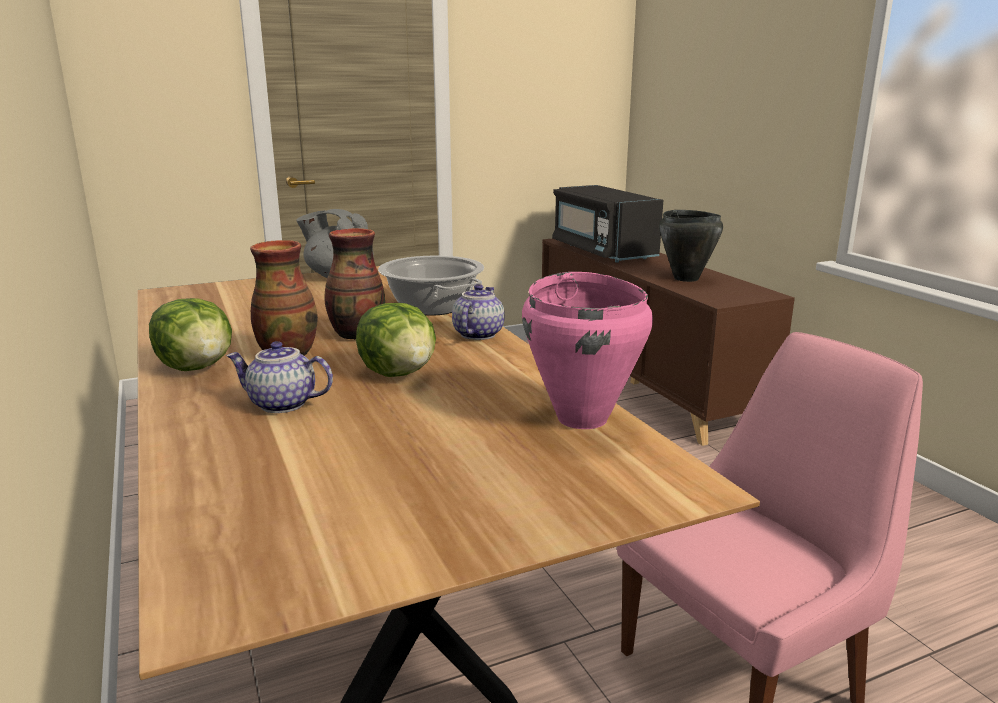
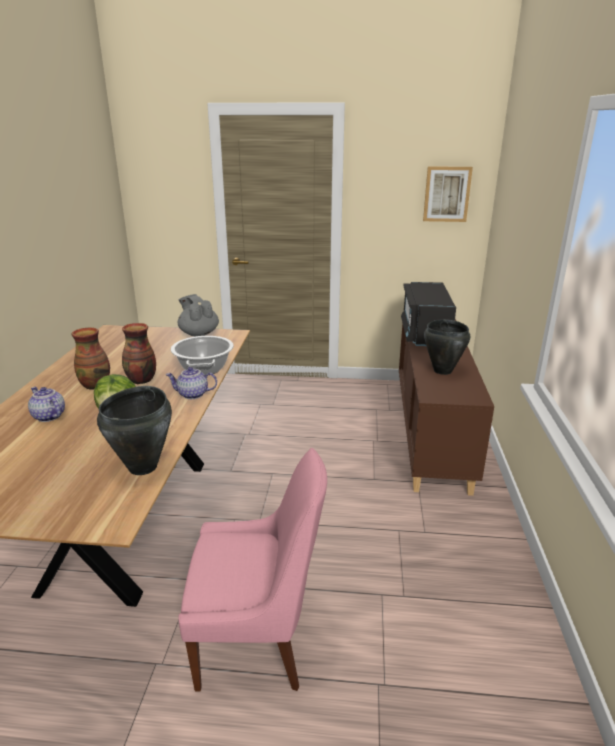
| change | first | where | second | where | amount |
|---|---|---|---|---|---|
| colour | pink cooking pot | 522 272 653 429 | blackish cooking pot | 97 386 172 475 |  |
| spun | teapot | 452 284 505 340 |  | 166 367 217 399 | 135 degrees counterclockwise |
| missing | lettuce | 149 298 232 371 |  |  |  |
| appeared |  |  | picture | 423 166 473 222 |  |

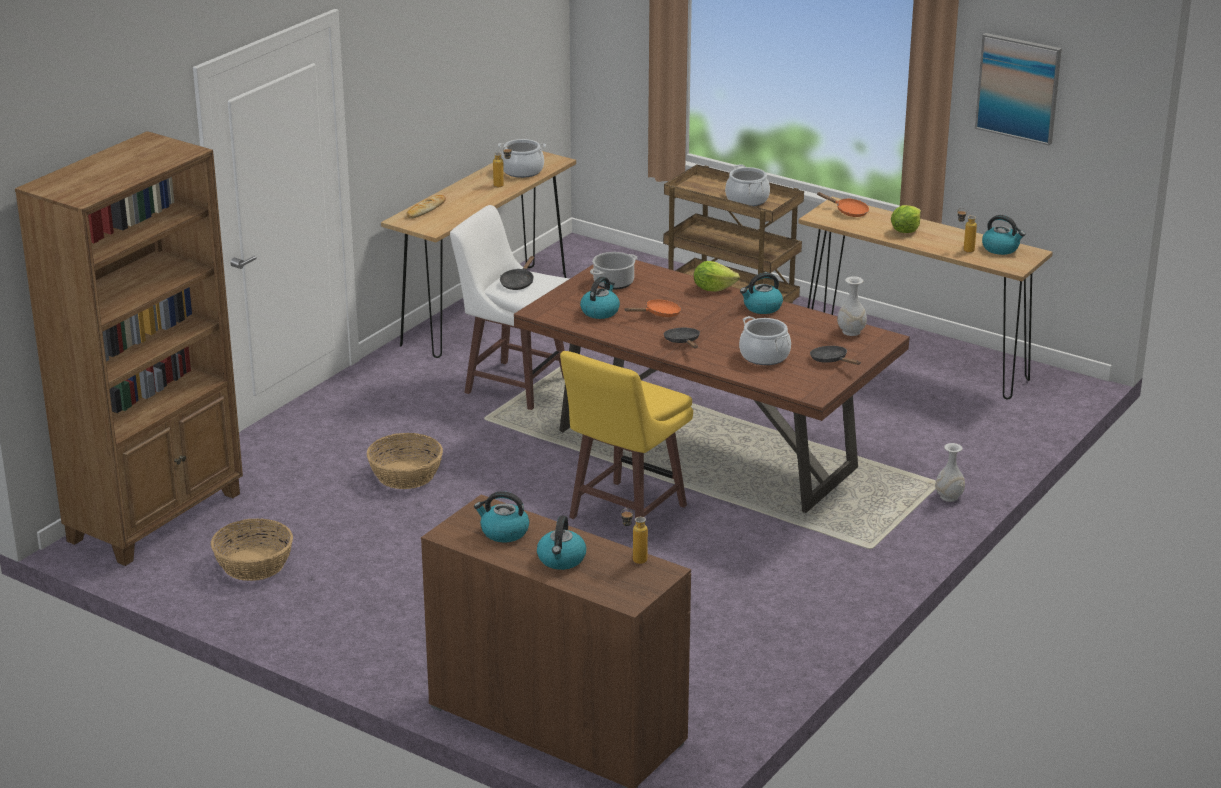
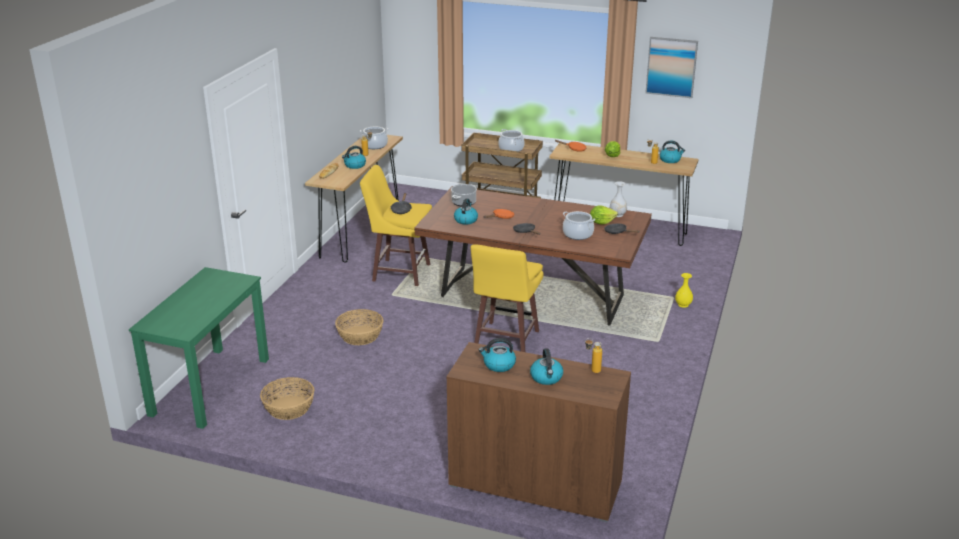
| change | first | where | second | where | amount |
|---|---|---|---|---|---|
| exchanged | brown-coloured bookcase | 15 131 243 566 | greenish desk unit | 129 267 269 429 |  |
| colour | white-coloured sitting stool | 450 205 569 410 | yellowish sitting stool | 360 165 432 286 |  |
| relocated | lettuce | 694 261 740 292 |  | 590 206 618 224 |  |
| relocated | tea kettle | 740 273 783 314 |  | 342 146 366 169 |  |
| colour | white-coloured decorative vase | 935 443 965 502 | yellowish decorative vase | 675 273 693 308 |  |

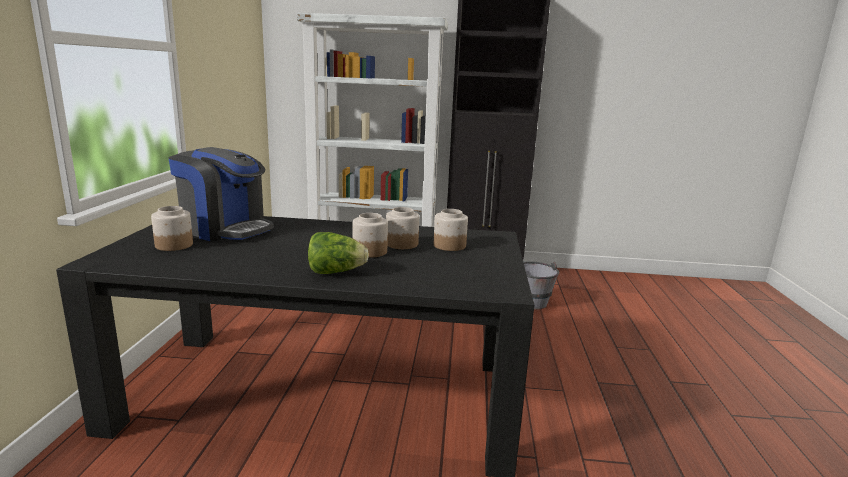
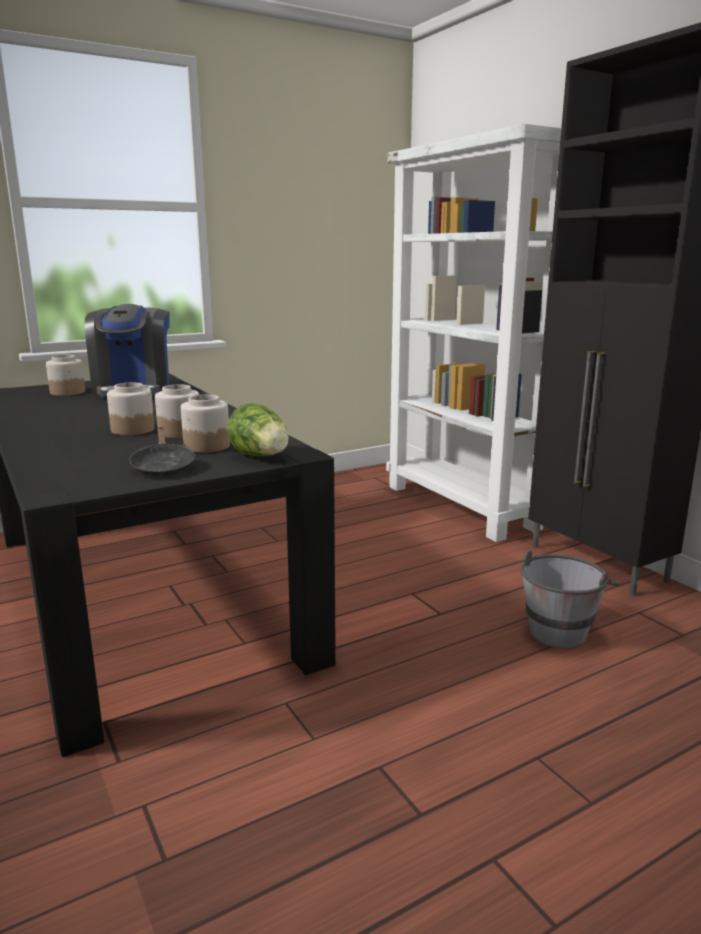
| change | first | where | second | where | amount |
|---|---|---|---|---|---|
| relocated | lettuce | 308 232 369 274 |  | 227 403 289 456 |  |
| appeared |  |  | blackish pan | 128 427 196 477 |  |

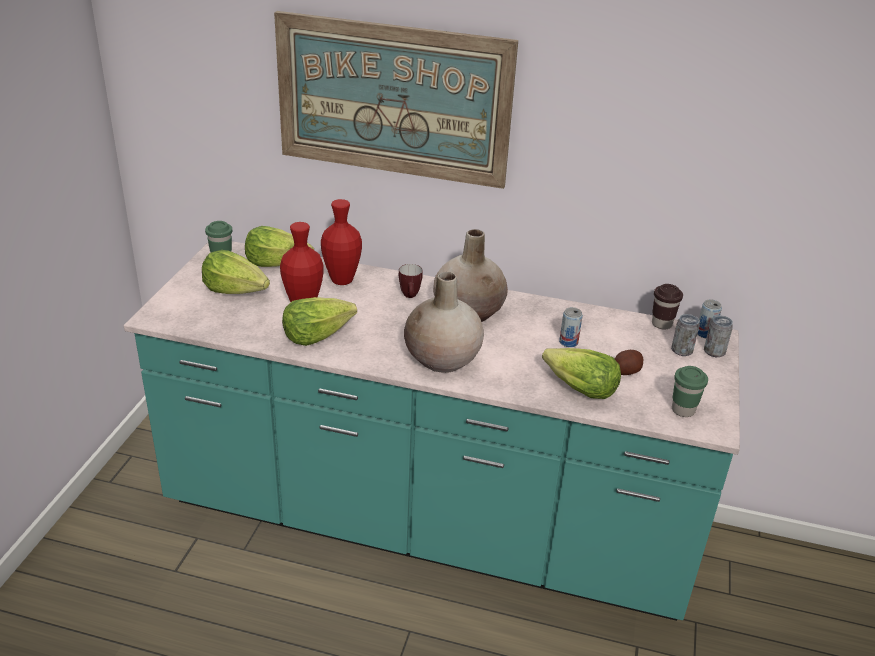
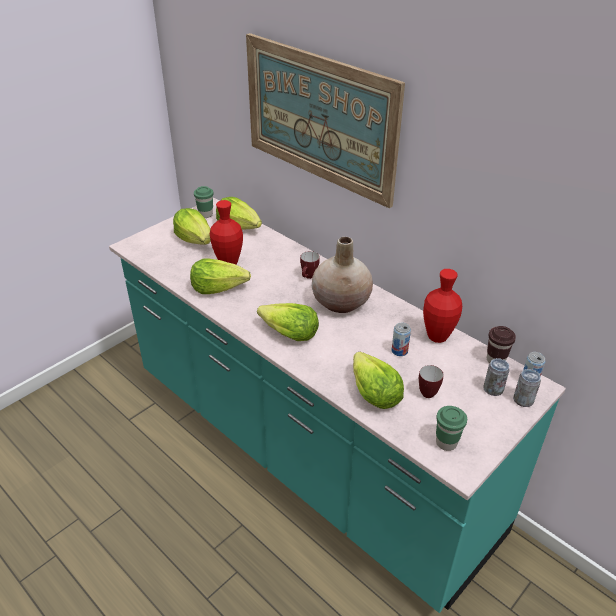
| change | first | where | second | where | amount |
|---|---|---|---|---|---|
| relocated | reddish decorative vase | 321 199 362 285 |  | 423 269 462 343 |  |
| exchanged | beige decorative vase | 404 272 484 373 | lettuce | 257 303 319 341 |  |
| exchanged | potato | 614 350 643 375 | coffee mug | 419 365 444 398 |  |

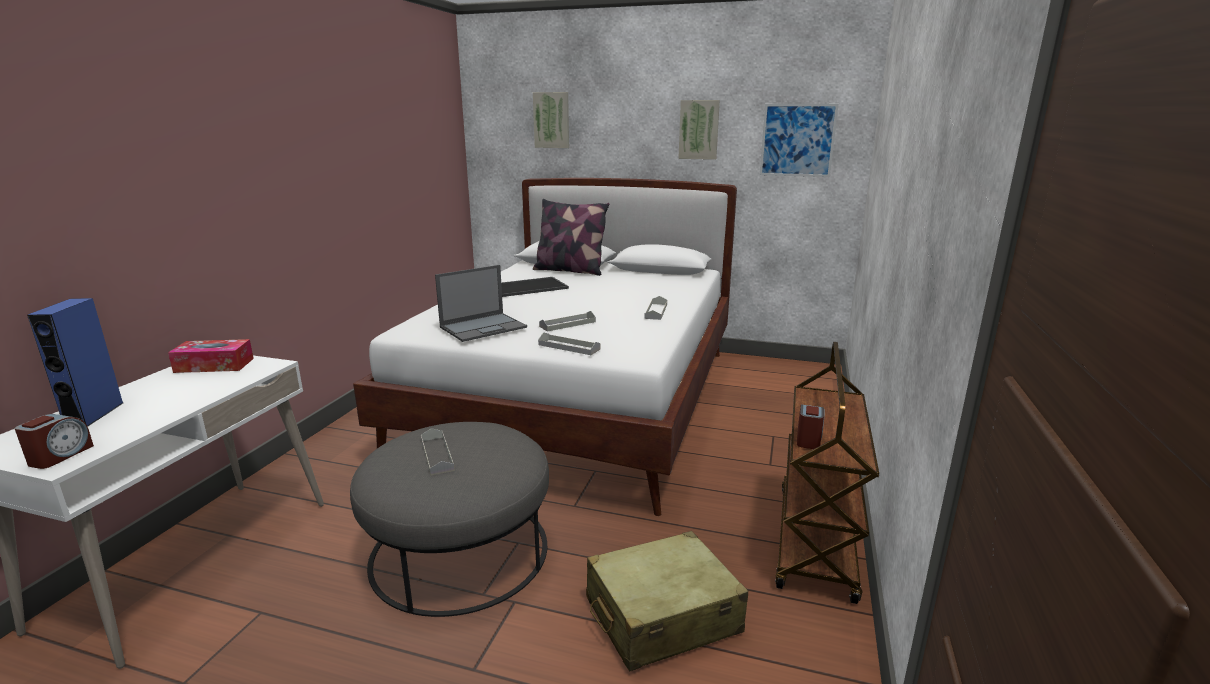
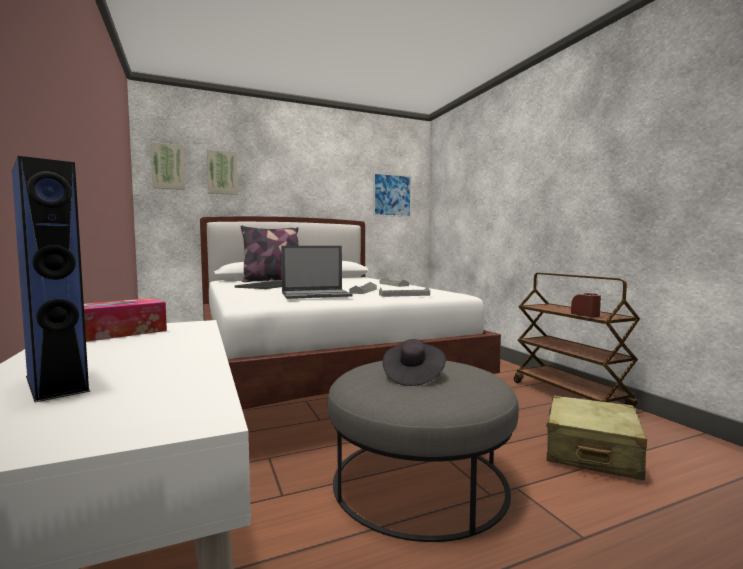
| change | first | where | second | where | amount |
|---|---|---|---|---|---|
| relocated | picture | 678 100 720 160 |  | 150 142 185 190 |  |
| spun | portable computer | 435 265 527 342 |  | 281 246 353 299 | 60 degrees clockwise |
| missing | table clock | 15 414 94 469 |  |  |  |
| exchanged | greyish carrying tray | 421 428 455 475 | blackish wearable hat | 383 339 446 386 |  |

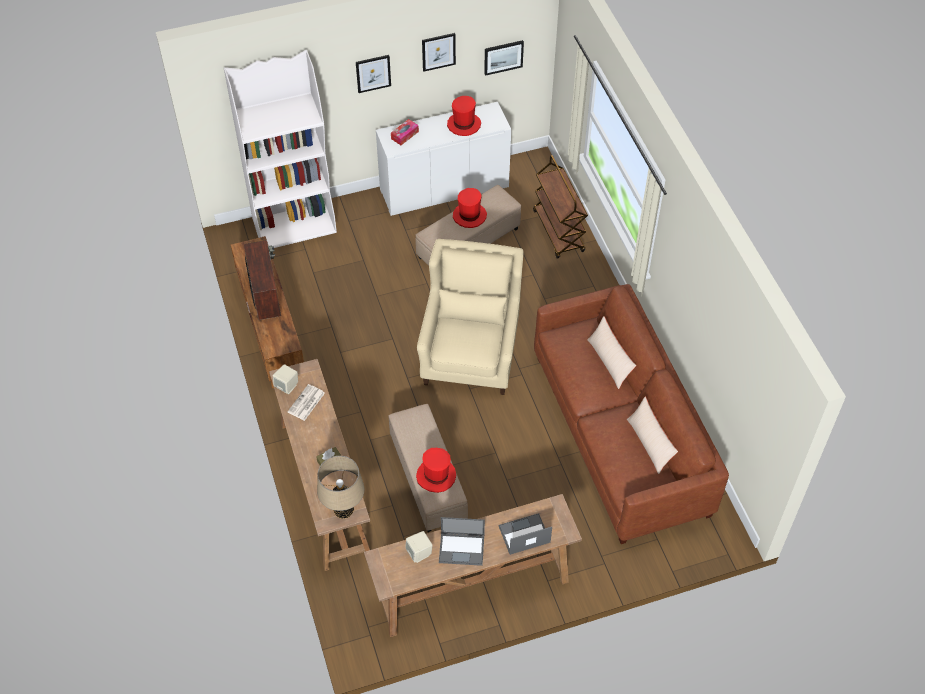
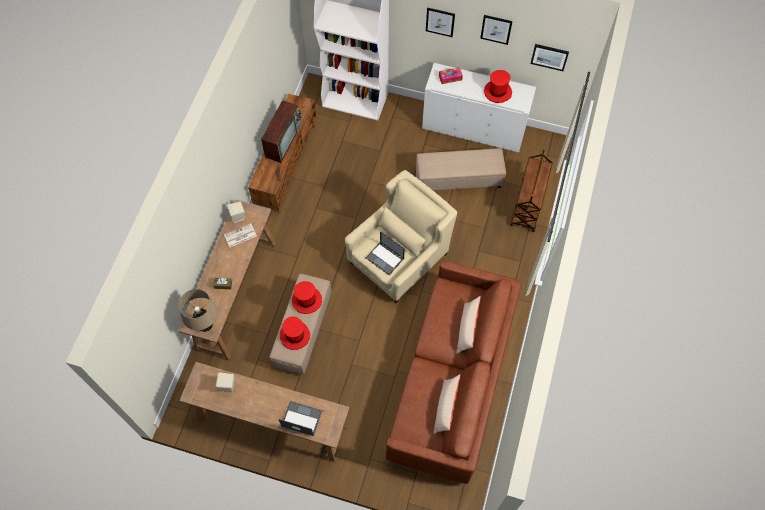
| change | first | where | second | where | amount |
|---|---|---|---|---|---|
| relocated | reddish wearable hat | 453 188 487 228 |  | 292 281 322 314 |  |
| relocated | portable computer | 439 517 485 566 |  | 366 231 405 275 |  |

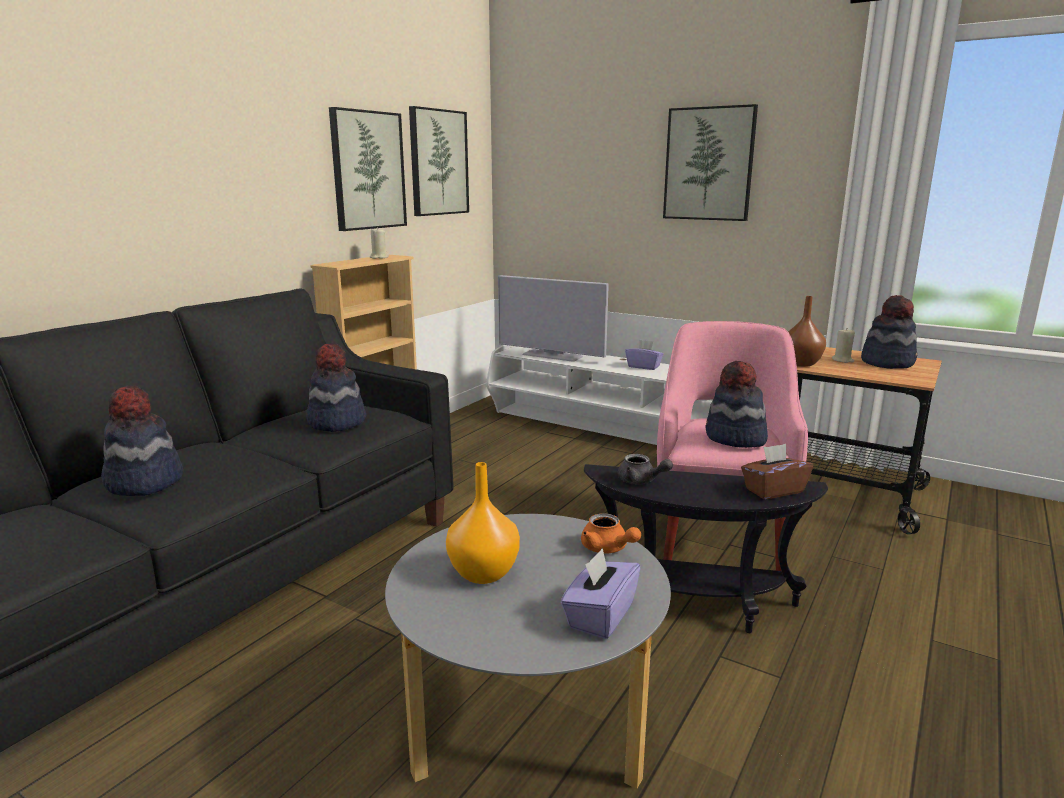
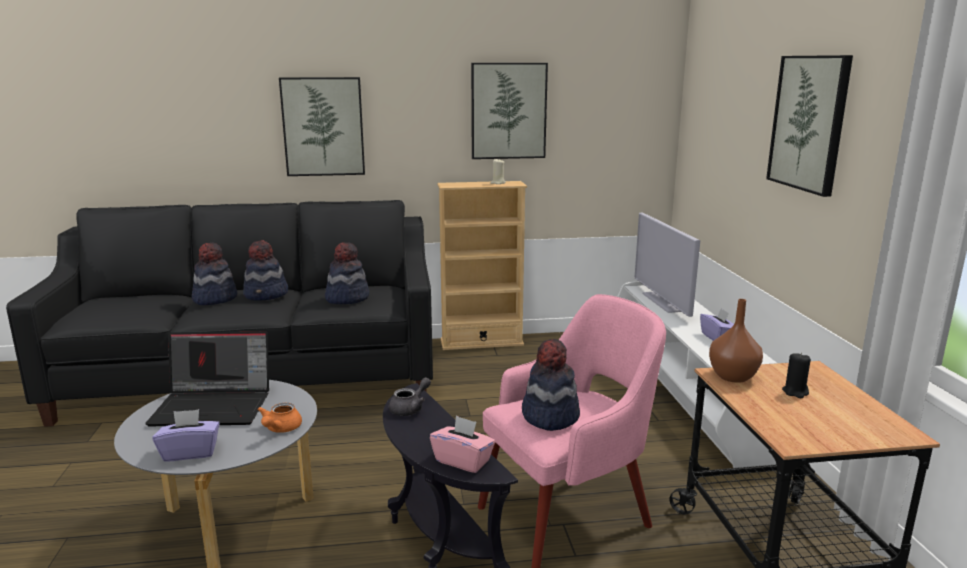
| change | first | where | second | where | amount |
|---|---|---|---|---|---|
| relocated | picture | 409 106 469 216 |  | 279 77 365 176 |  |
| relocated | wearable hat | 861 295 918 369 |  | 243 240 288 301 |  |
| colour | beige candle | 832 329 855 363 | blackish candle | 782 353 811 398 |  |
| colour | brown-coloured tissue holder | 741 444 813 499 | pink tissue holder | 430 416 495 473 |  |
| spun | greyish teapot | 617 454 673 484 |  | 389 377 431 416 | 135 degrees counterclockwise |
| exchanged | orangey decorative vase | 446 462 520 584 | portable computer | 145 331 269 426 |  |

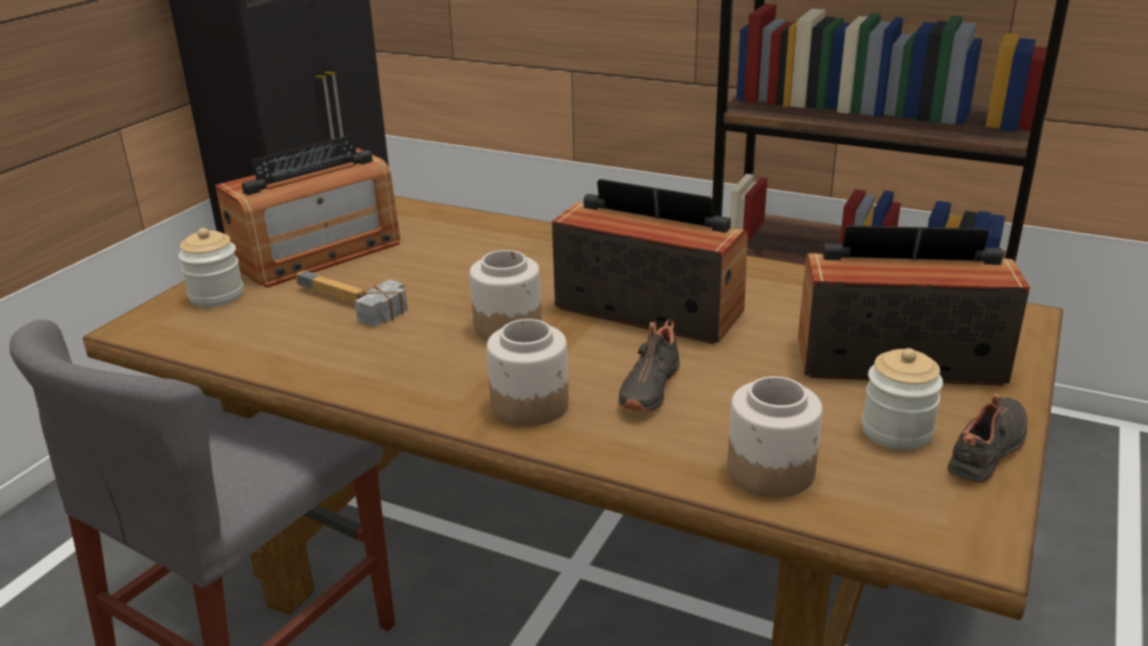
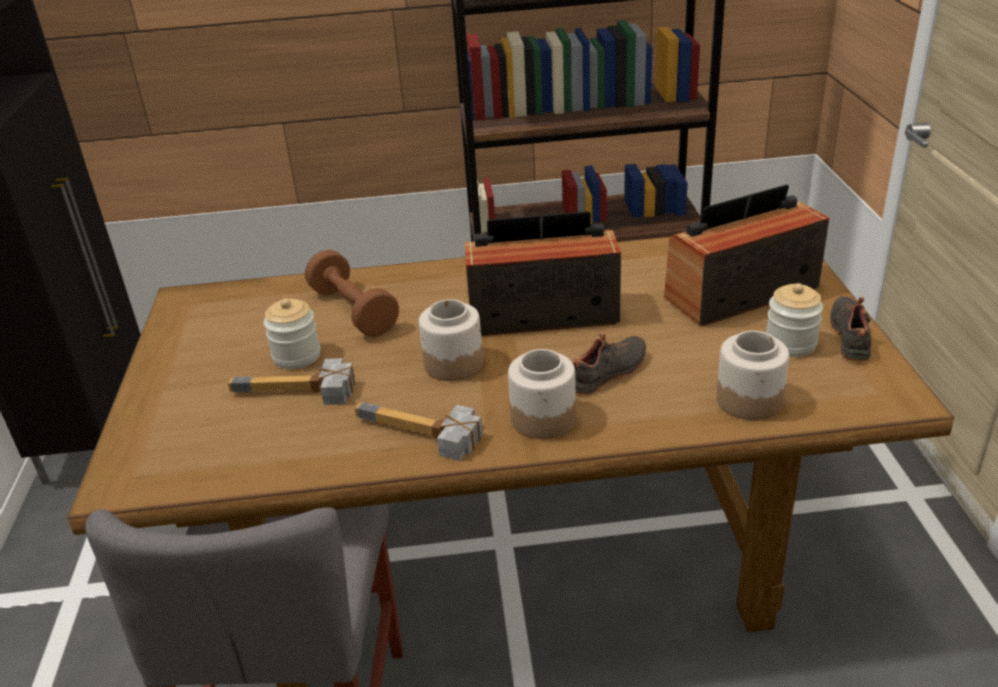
| change | first | where | second | where | amount |
|---|---|---|---|---|---|
| missing | radio receiver | 215 135 400 288 |  |  |  |
| relocated | preserve jar | 178 228 244 307 |  | 264 298 321 369 |  |
| spun | blackish low shoe | 619 319 680 412 |  | 571 332 646 395 | 120 degrees counterclockwise |
| appeared |  |  | brown-coloured free weight | 305 250 399 337 |  |
| appeared |  |  | hand hammer | 355 402 483 461 |  |

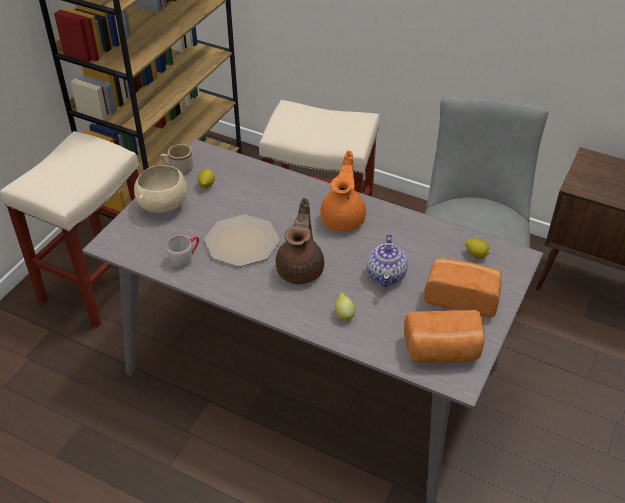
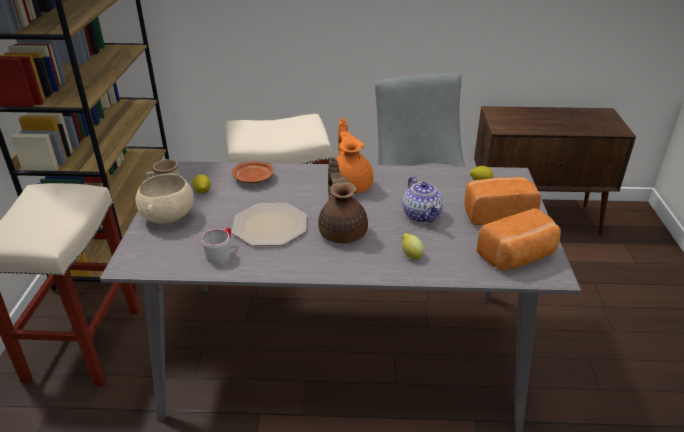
| change | first | where | second | where | amount |
|---|---|---|---|---|---|
| appeared |  |  | brown-coloured dinner plate | 232 161 274 183 |  |

